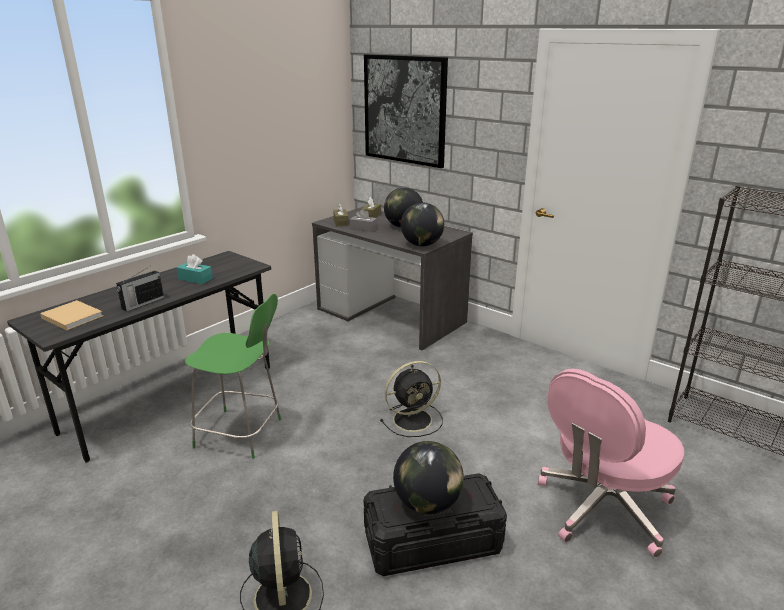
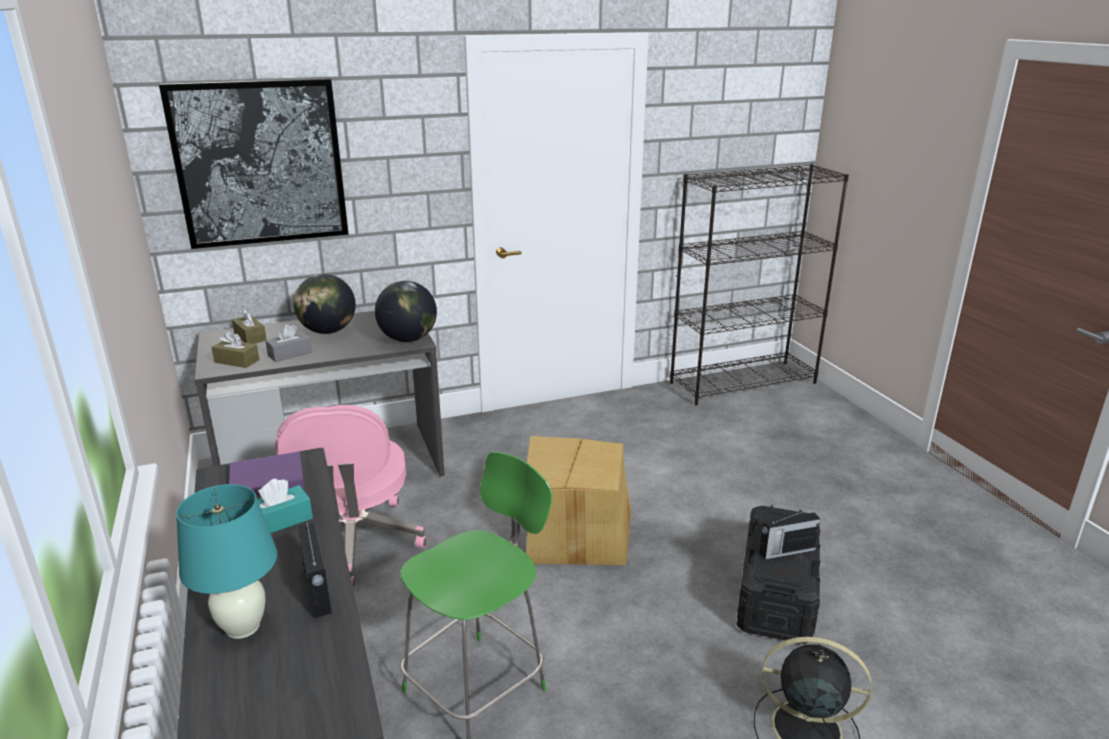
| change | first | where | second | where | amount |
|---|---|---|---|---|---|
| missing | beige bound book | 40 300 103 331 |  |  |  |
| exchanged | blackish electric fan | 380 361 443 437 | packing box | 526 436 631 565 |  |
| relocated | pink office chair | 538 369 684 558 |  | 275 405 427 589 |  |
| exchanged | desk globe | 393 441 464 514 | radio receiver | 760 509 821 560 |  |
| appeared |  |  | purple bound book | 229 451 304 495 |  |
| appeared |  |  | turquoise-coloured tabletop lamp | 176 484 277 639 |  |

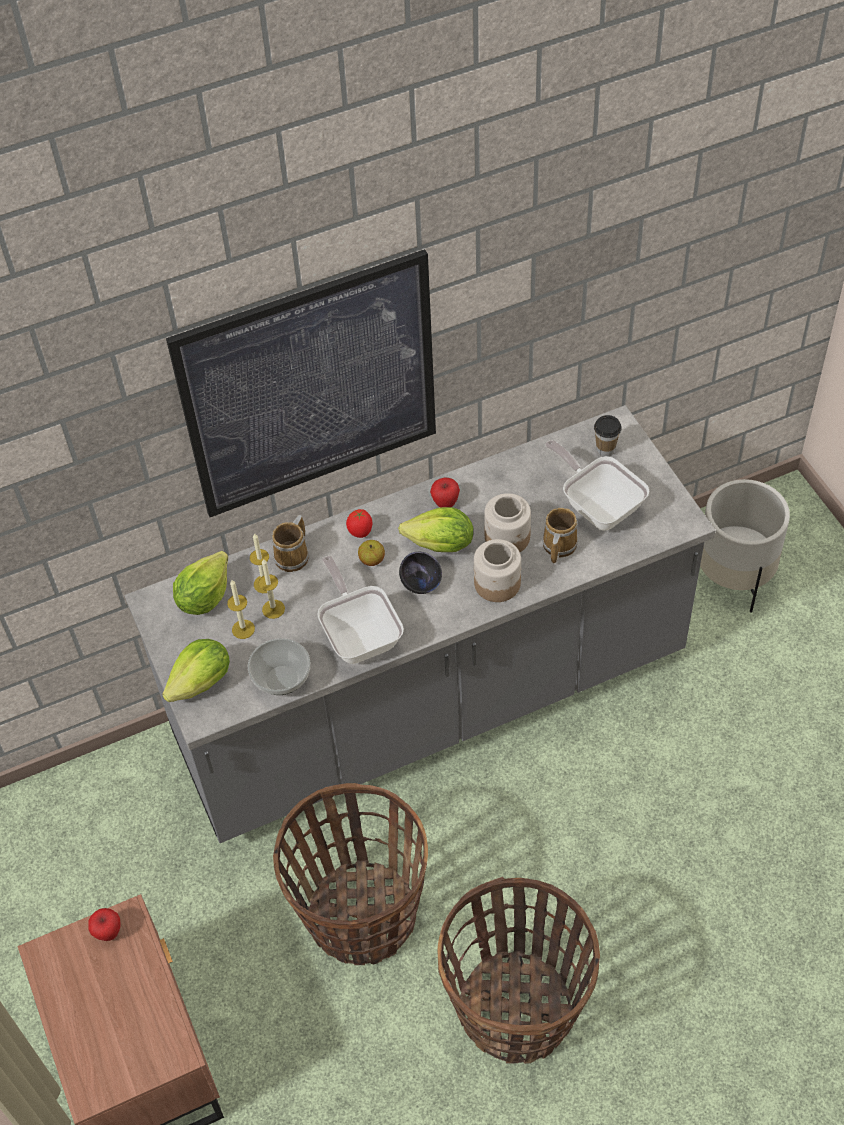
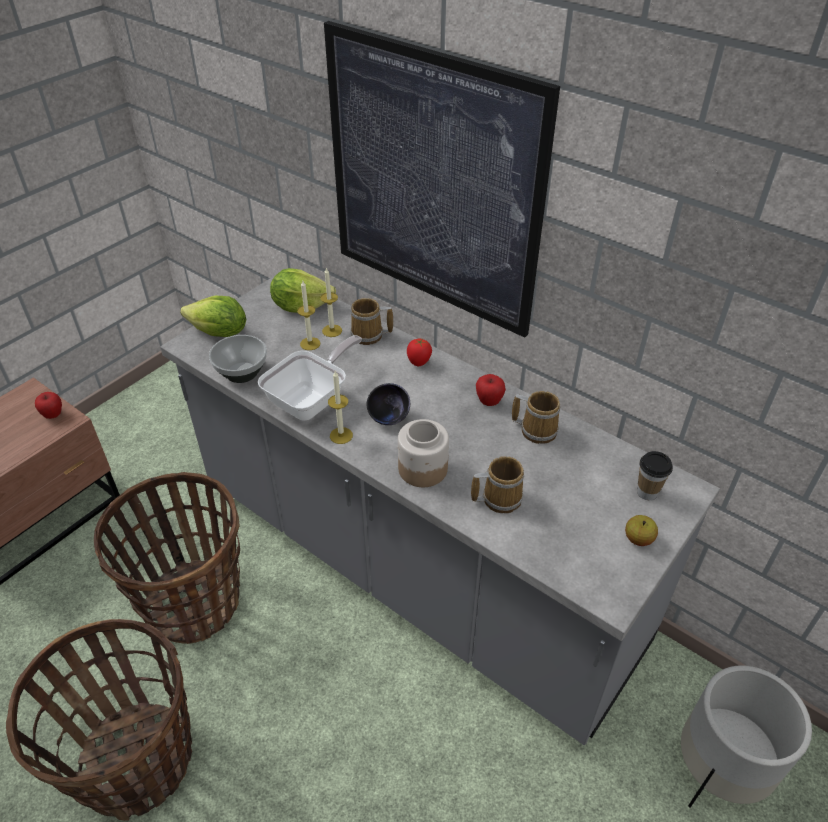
| change | first | where | second | where | amount |
|---|---|---|---|---|---|
| missing | pan | 545 440 649 531 |  |  |  |
| missing | preserve jar | 484 493 531 552 |  |  |  |
| missing | lettuce | 398 507 474 552 |  |  |  |
| relocated | whole apple | 358 540 385 566 |  | 625 515 658 546 |  |
| relocated | candle | 227 580 255 639 |  | 328 371 353 444 |  |
| appeared |  |  | coffee mug | 512 391 561 444 |  |

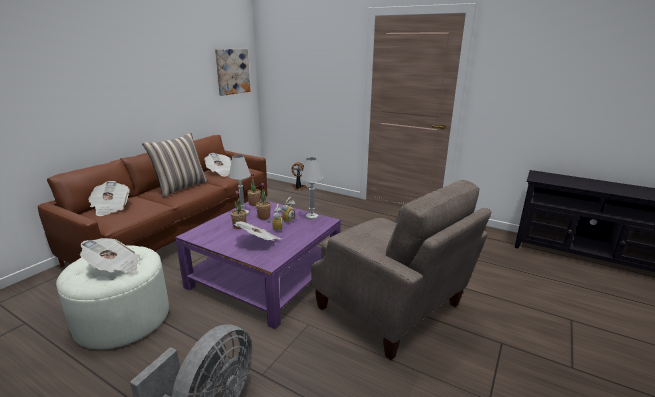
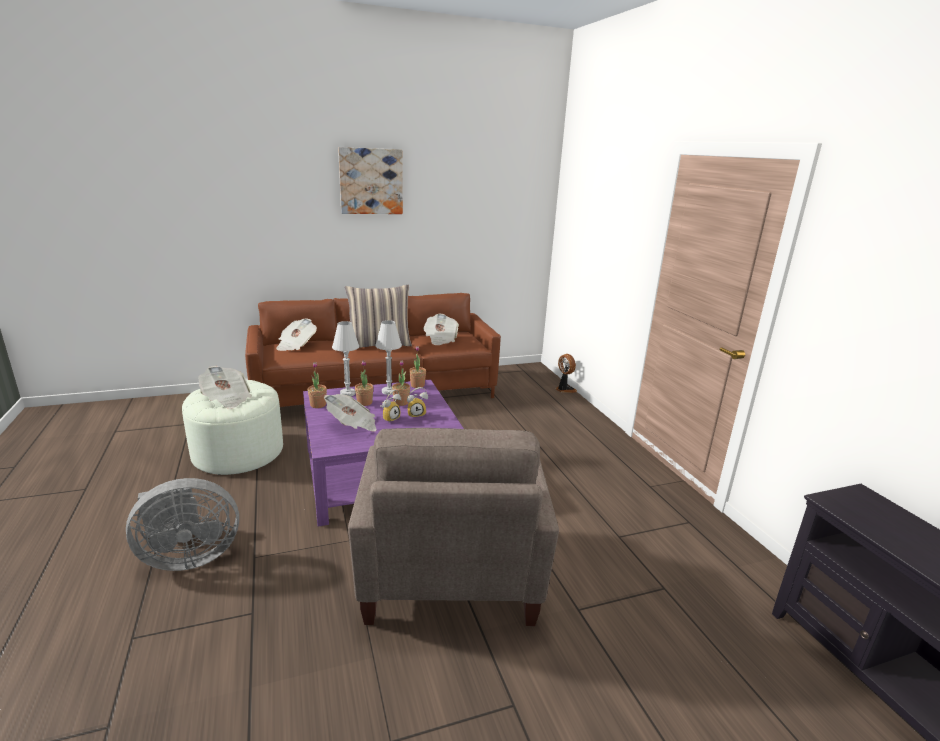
| change | first | where | second | where | amount |
|---|---|---|---|---|---|
| relocated | picture | 215 49 251 96 |  | 338 147 403 214 |  |
| relocated | white-coloured tabletop lamp | 301 157 323 220 |  | 332 321 359 396 |  |
| appeared |  |  | potted plant | 308 362 327 408 |  |

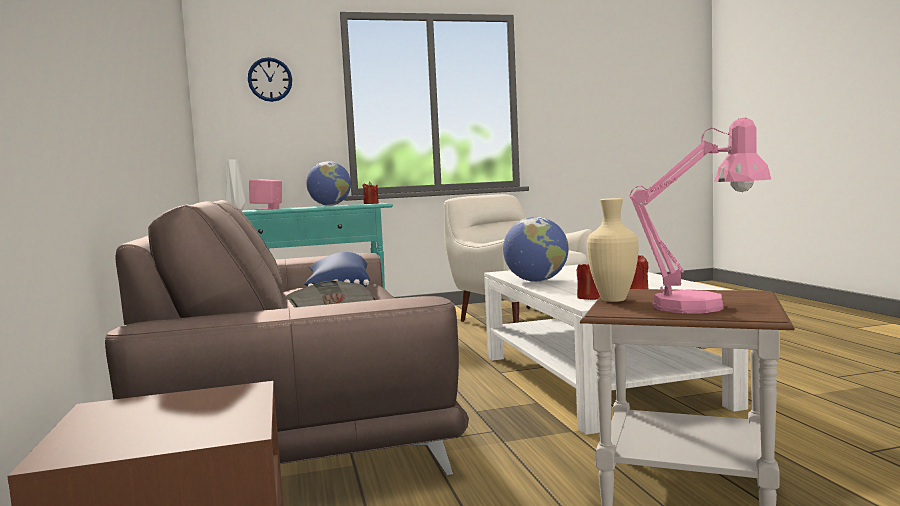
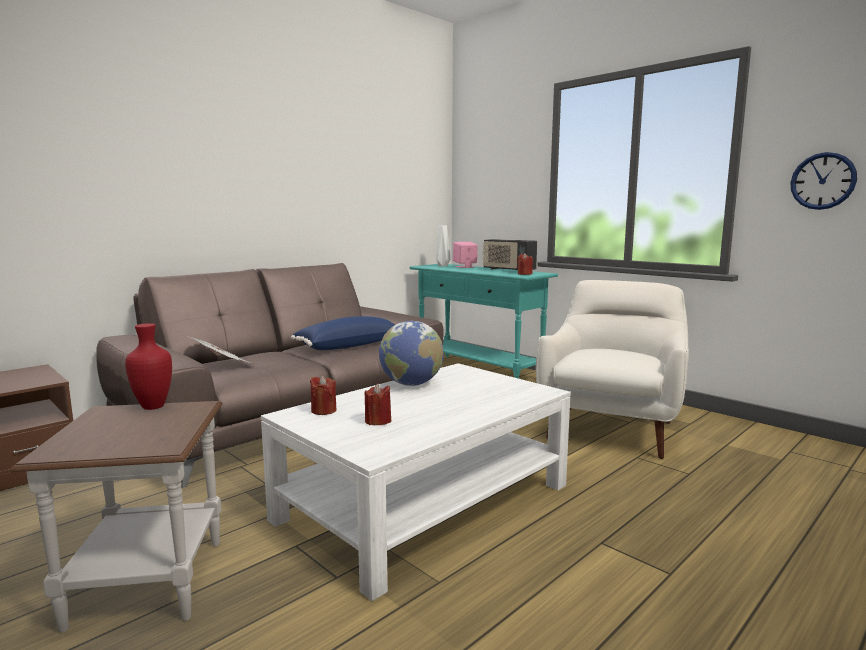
| change | first | where | second | where | amount |
|---|---|---|---|---|---|
| relocated | hanging clock | 248 57 292 102 |  | 790 152 857 210 |  |
| missing | pink tabletop lamp | 629 117 771 314 |  |  |  |
| exchanged | desk globe | 306 161 351 206 | radio receiver | 483 239 537 270 |  |
| colour | beige decorative vase | 587 198 639 302 | reddish decorative vase | 125 323 172 410 |  |

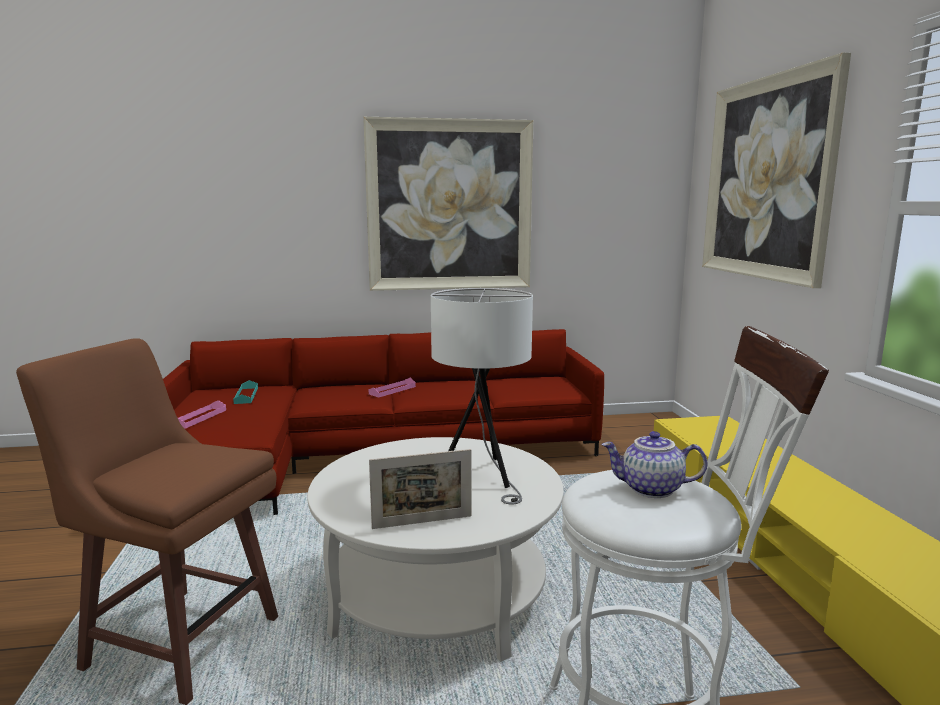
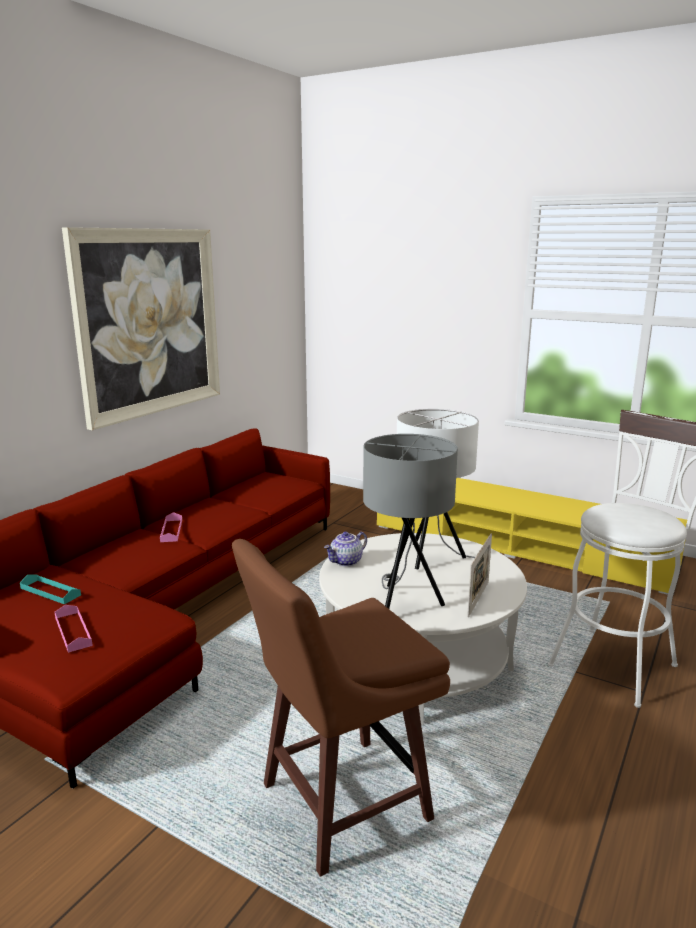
| change | first | where | second | where | amount |
|---|---|---|---|---|---|
| missing | picture | 702 53 851 288 |  |  |  |
| relocated | teapot | 601 431 707 498 |  | 324 532 367 567 |  |
| appeared |  |  | greyish tabletop lamp | 363 434 458 609 |  |

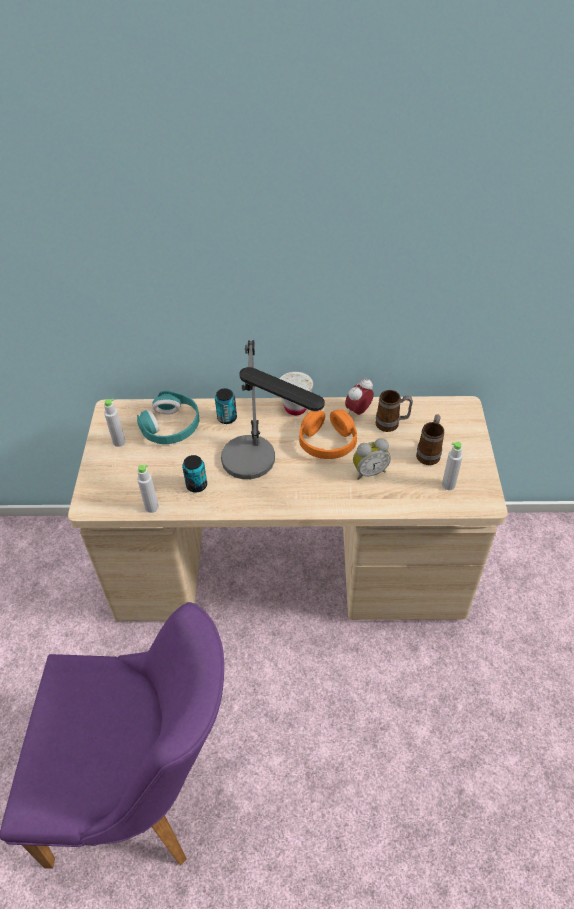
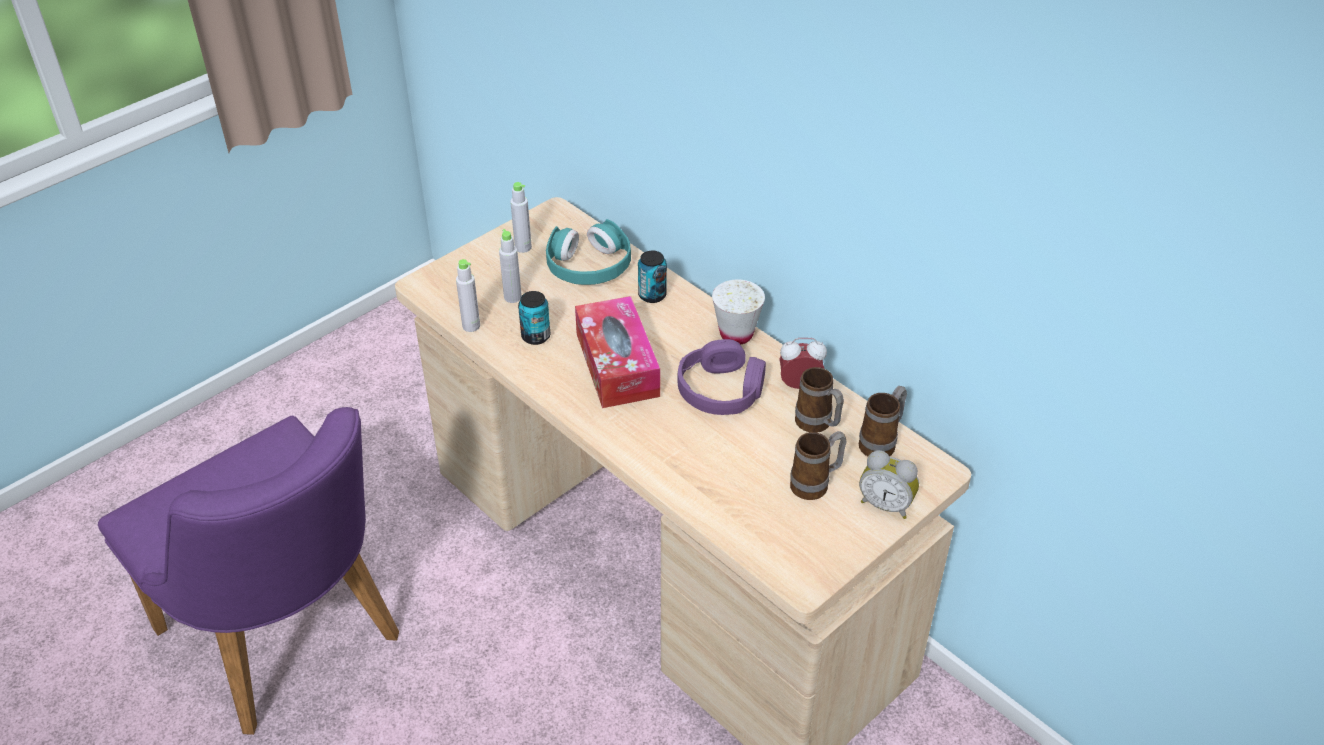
| change | first | where | second | where | amount |
|---|---|---|---|---|---|
| exchanged | tabletop lamp | 221 340 325 479 | tissue holder | 575 296 660 408 |  |
| colour | orangey pair of headphones | 299 409 357 459 | purple pair of headphones | 677 339 766 415 |  |
| relocated | table clock | 353 438 391 480 |  | 859 450 919 519 |  |
| relocated | greyish bottle | 442 442 463 490 |  | 499 229 522 303 |  |
| appeared |  |  | coffee mug | 858 386 907 456 |  |

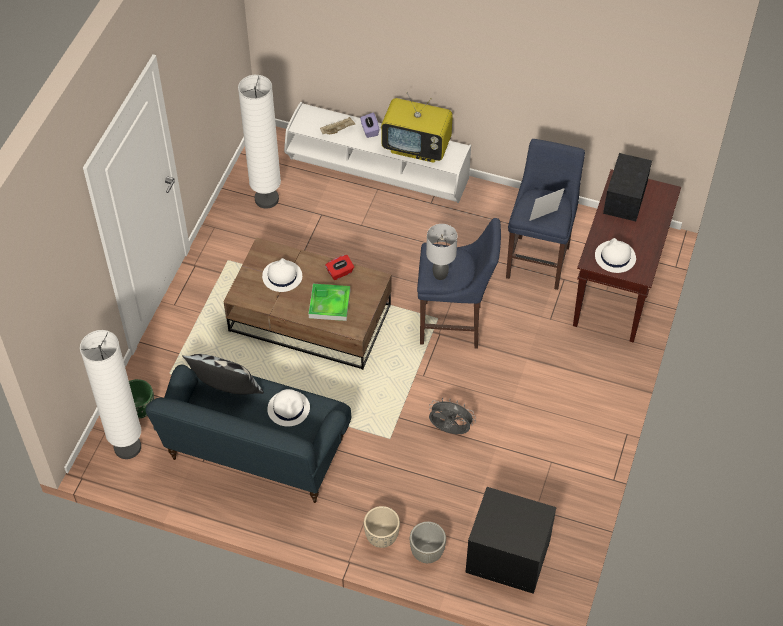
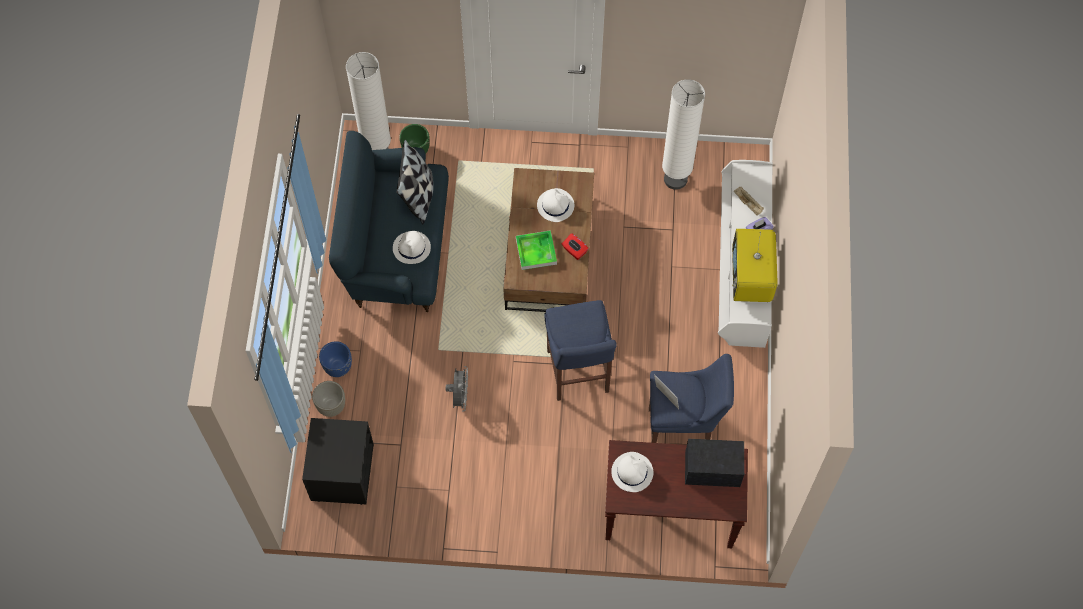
| change | first | where | second | where | amount |
|---|---|---|---|---|---|
| missing | greyish tabletop lamp | 426 224 457 280 |  |  |  |
| colour | beige flower pot | 364 506 400 548 | blue flower pot | 319 341 352 377 |  |

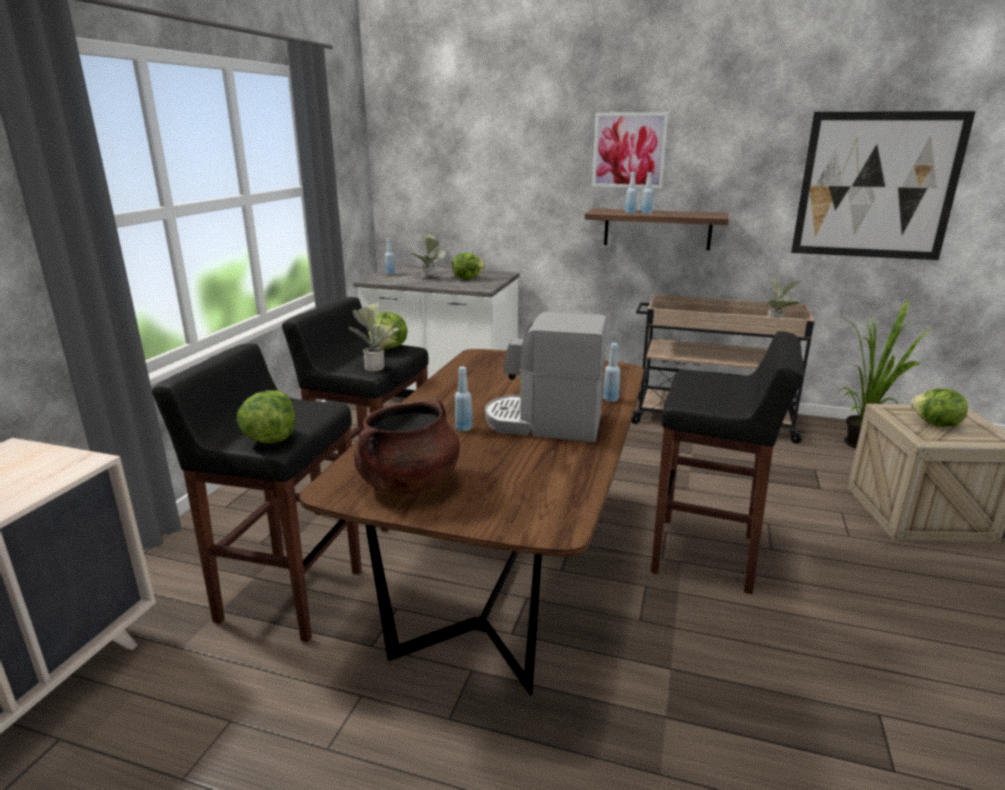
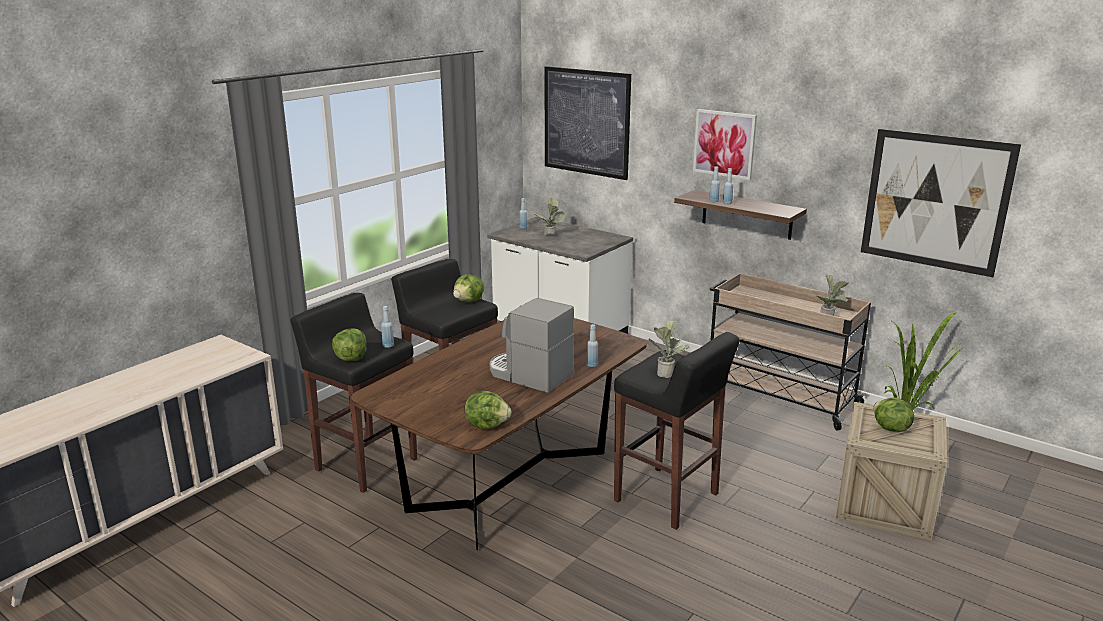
| change | first | where | second | where | amount |
|---|---|---|---|---|---|
| relocated | lettuce | 452 252 486 279 |  | 464 391 511 429 |  |
| relocated | potted plant | 348 302 399 371 |  | 648 321 690 378 |  |
| relocated | blue bottle | 455 367 473 431 |  | 381 306 394 348 |  |
| missing | brown-coloured cooking pot | 354 398 460 494 |  |  |  |
| appeared |  |  | picture | 544 66 631 180 |  |

